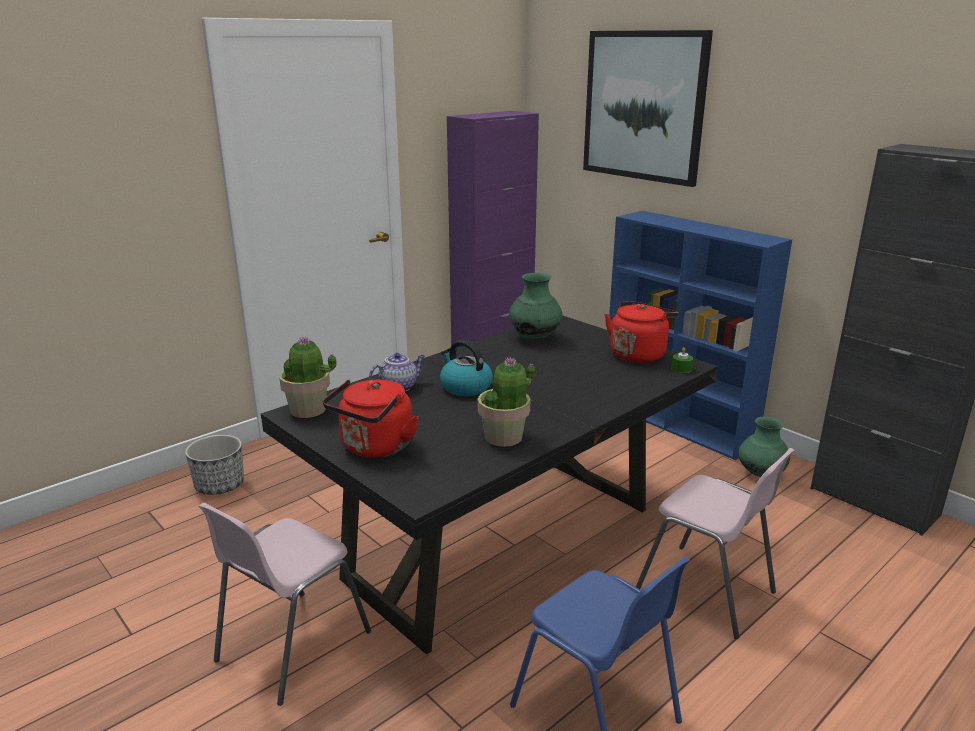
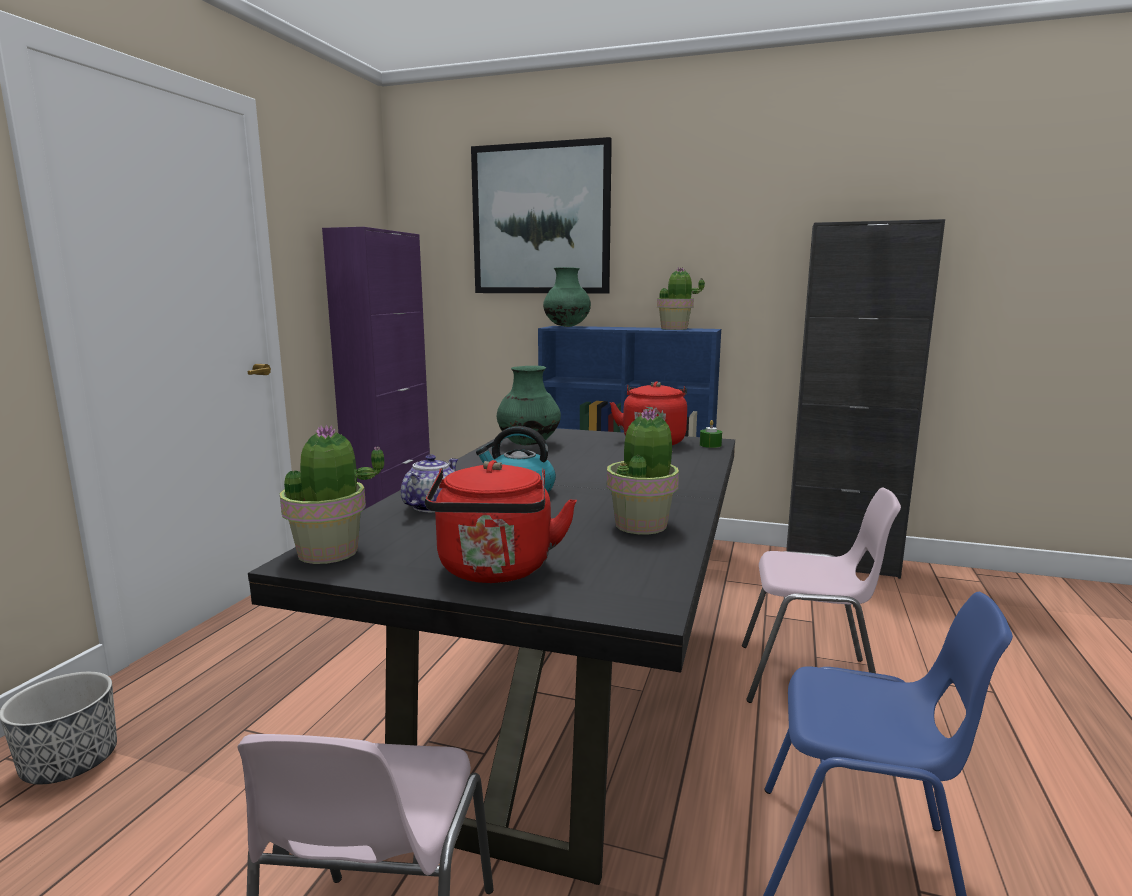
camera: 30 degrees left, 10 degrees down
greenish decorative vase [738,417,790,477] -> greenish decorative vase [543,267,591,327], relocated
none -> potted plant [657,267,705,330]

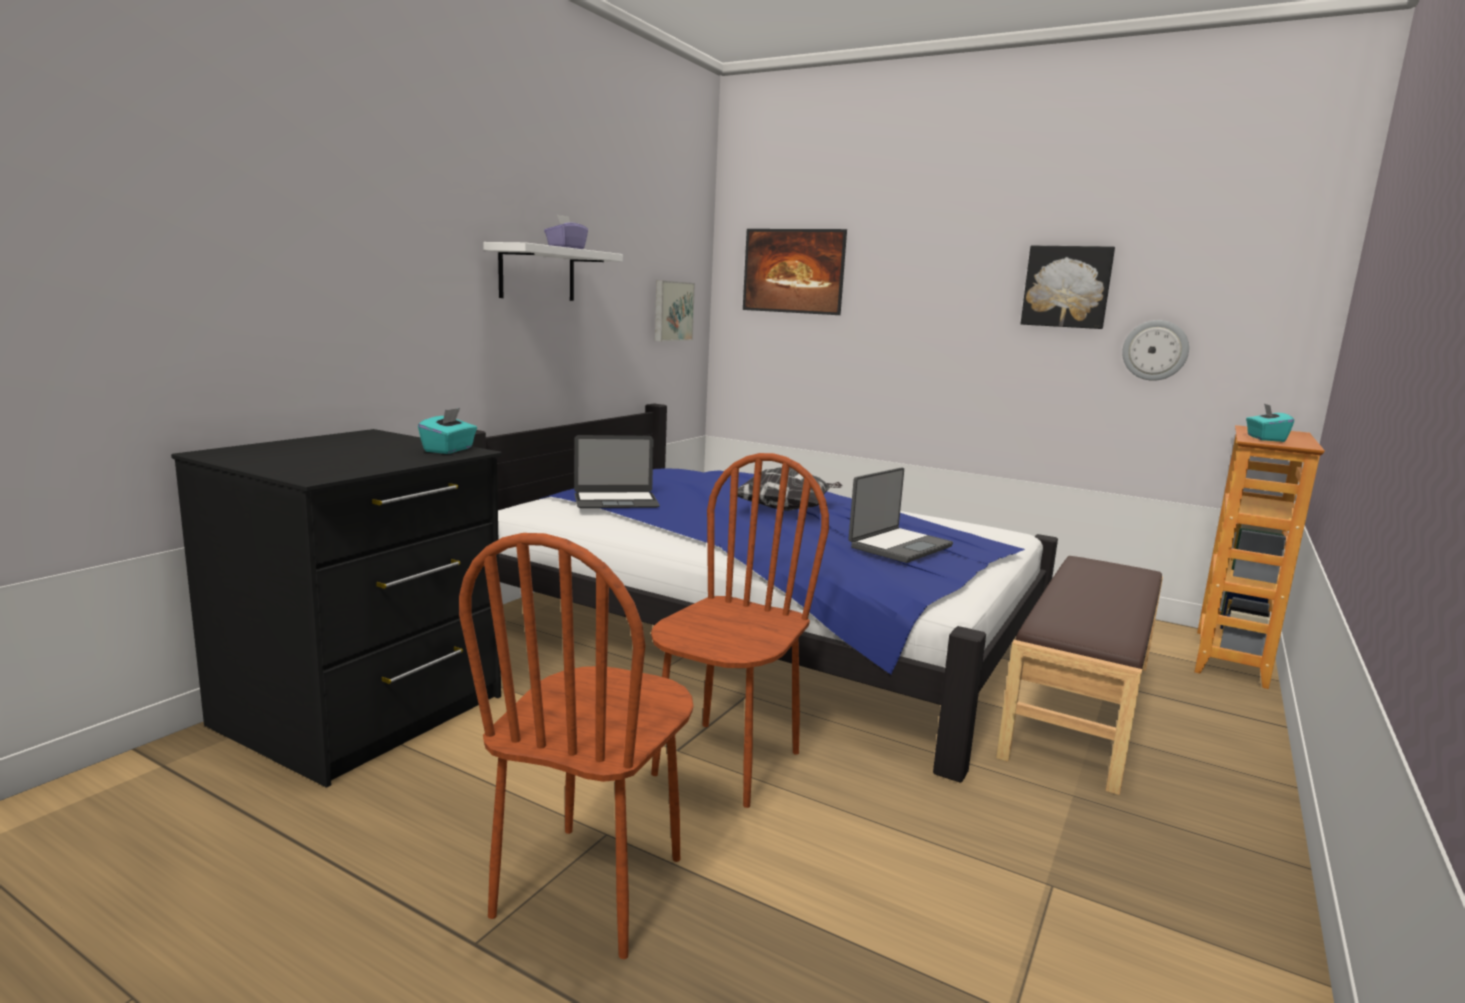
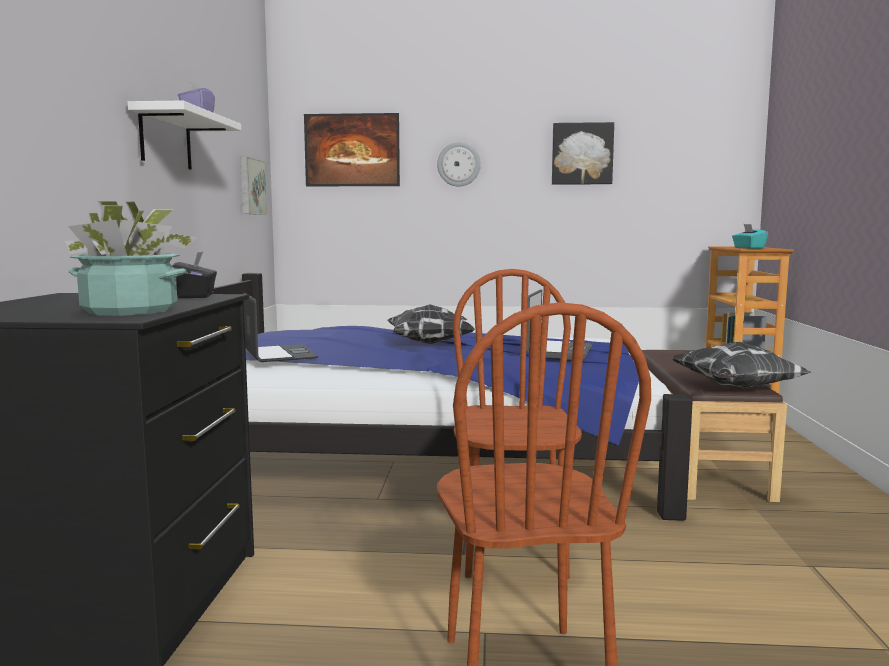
camera: 25 degrees left, 5 degrees down
turquoise box of tissues [418,408,477,454] -> black box of tissues [172,252,217,298]
laptop [574,435,660,508] -> laptop [243,293,318,362], 75 degrees counterclockwise
hanging clock [1122,320,1189,381] -> hanging clock [437,142,481,187], relocated
none -> potted plant [65,201,197,316]
none -> throw pillow [672,342,812,389]

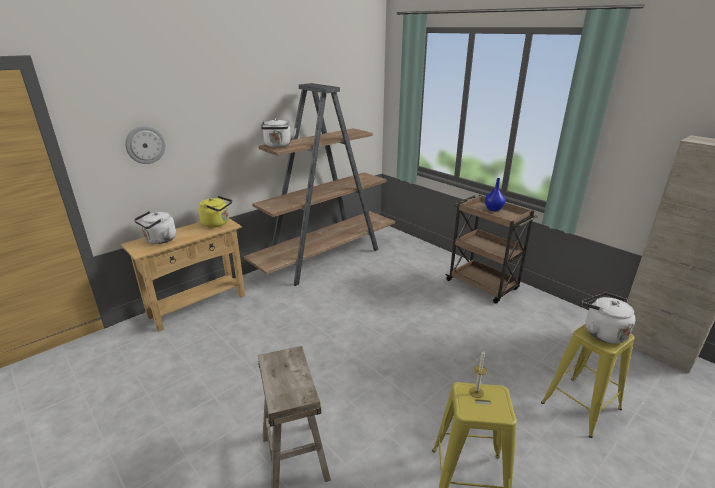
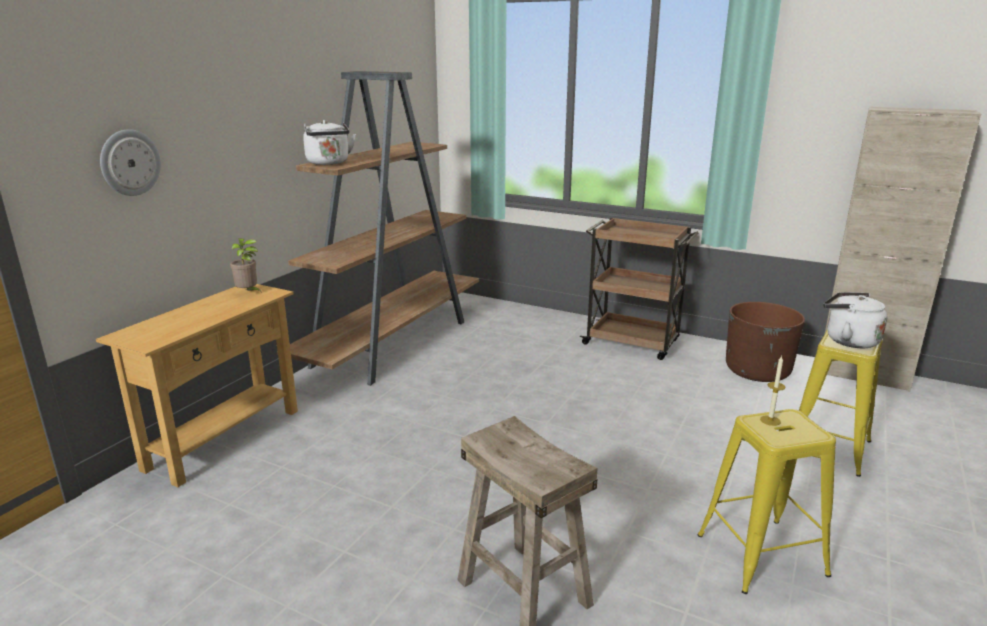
camera: 20 degrees left, 5 degrees down
white tea kettle [134,211,176,244] -> none
yellowish tea kettle [198,196,232,228] -> potted plant [230,239,262,293]
blue-coloured decorative vase [485,178,506,211] -> none
none -> brown-coloured planter [726,302,805,382]

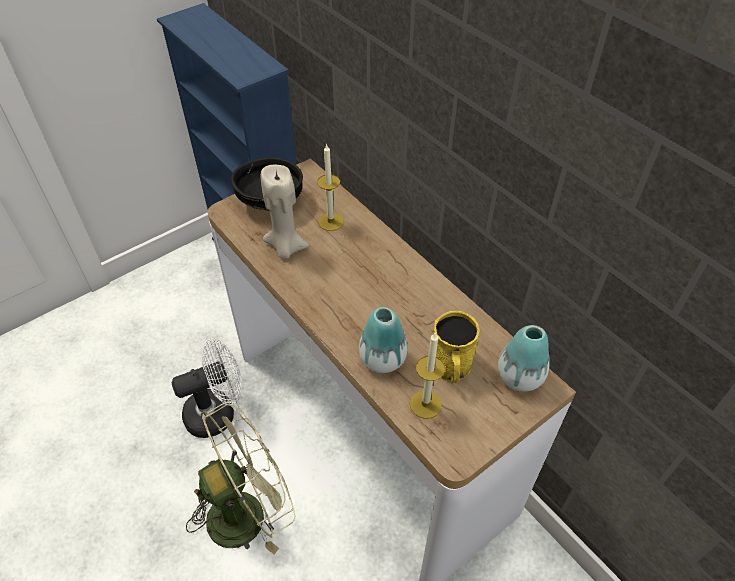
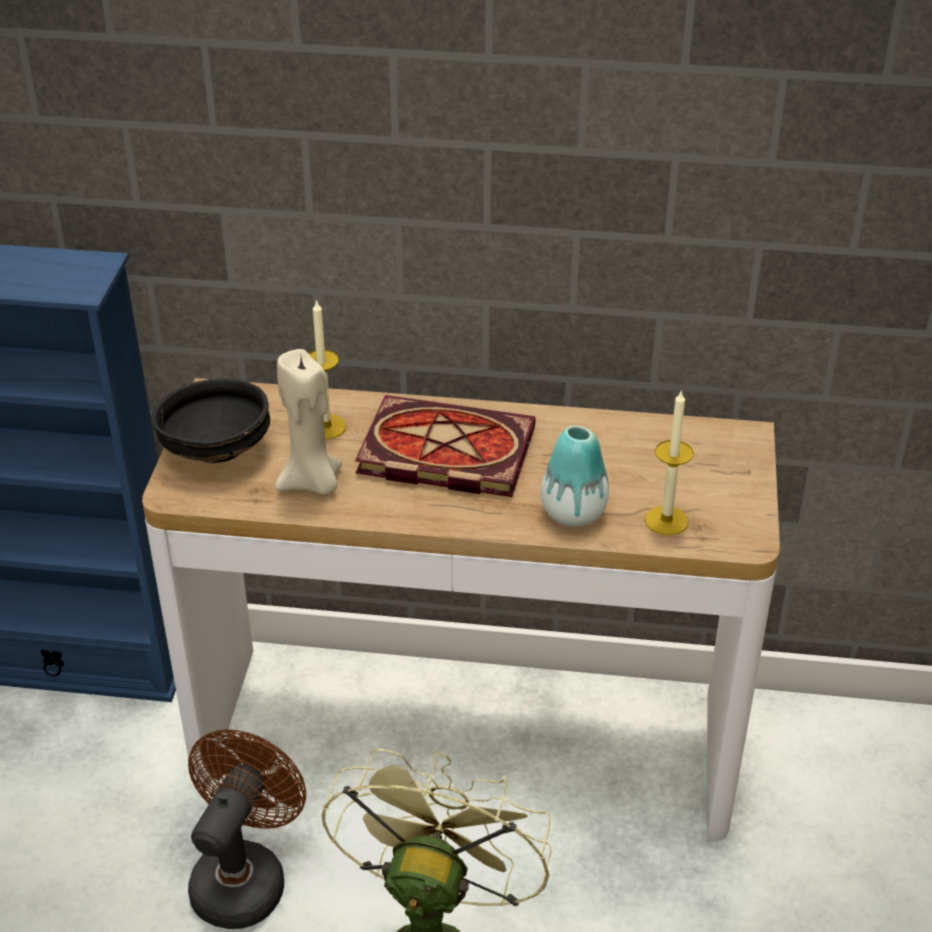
camera: 45 degrees left, 10 degrees down
white fan [171,338,242,438] -> brown-coloured fan [188,729,306,929]
yellowish mug [433,311,480,383] -> none
decorative vase [498,325,550,392] -> none
none -> volume [355,395,535,497]

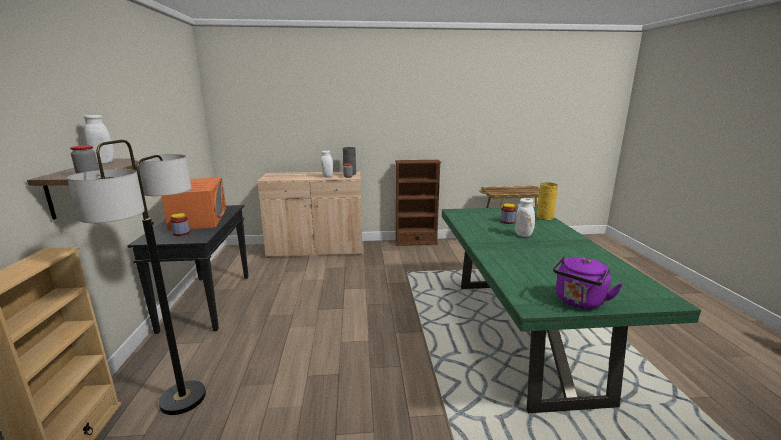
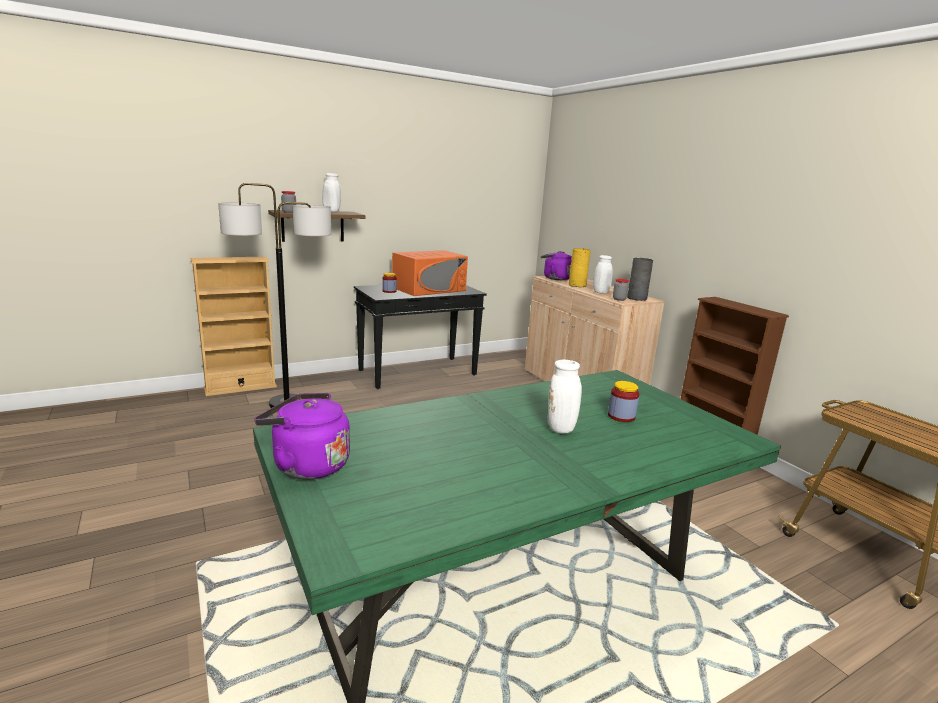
camera: 65 degrees right, 0 degrees up
yellowish decorative vase [536,183,558,221] -> yellowish decorative vase [569,248,590,287], relocated
none -> purplish tea kettle [541,251,572,280]

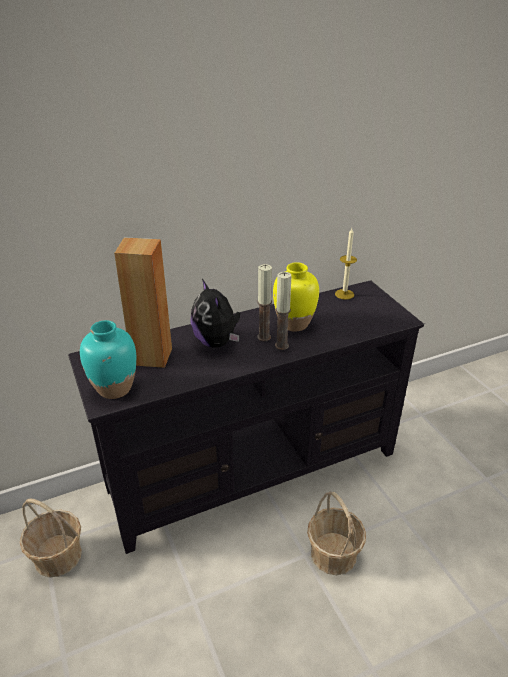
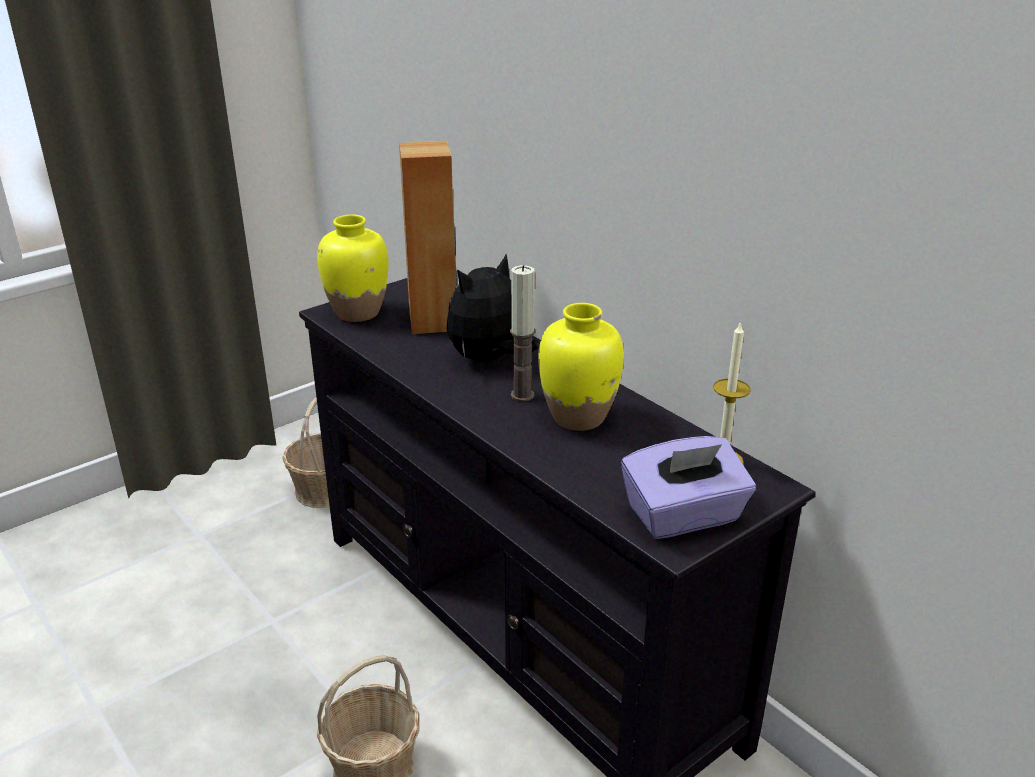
camera: 75 degrees right, 5 degrees down
turquoise decorative vase [80,320,136,399] -> yellowish decorative vase [317,215,389,322]
candle [275,272,291,350] -> none
none -> purplish box of tissues [621,436,756,539]

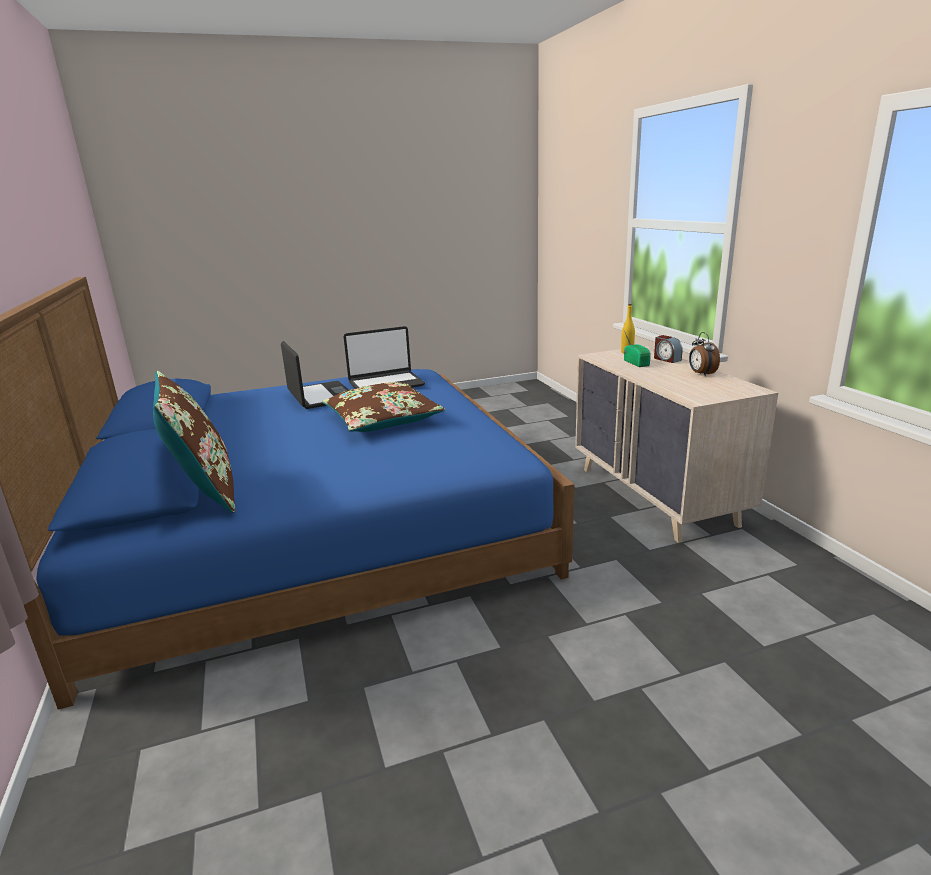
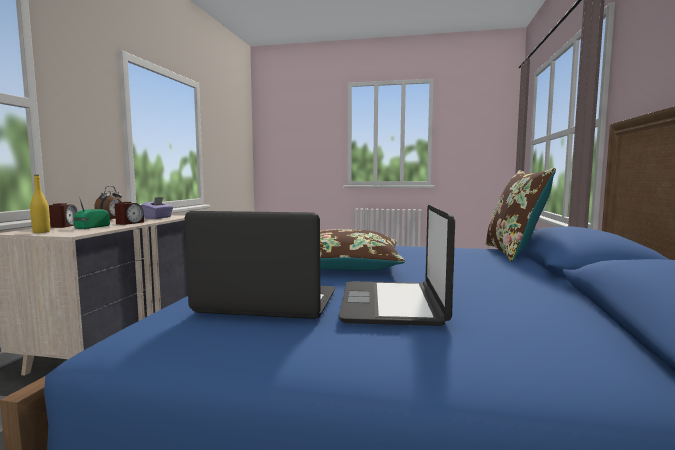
camera: 150 degrees left, 15 degrees down
none -> alarm clock [115,202,144,225]
none -> purplish box of tissues [141,197,173,219]

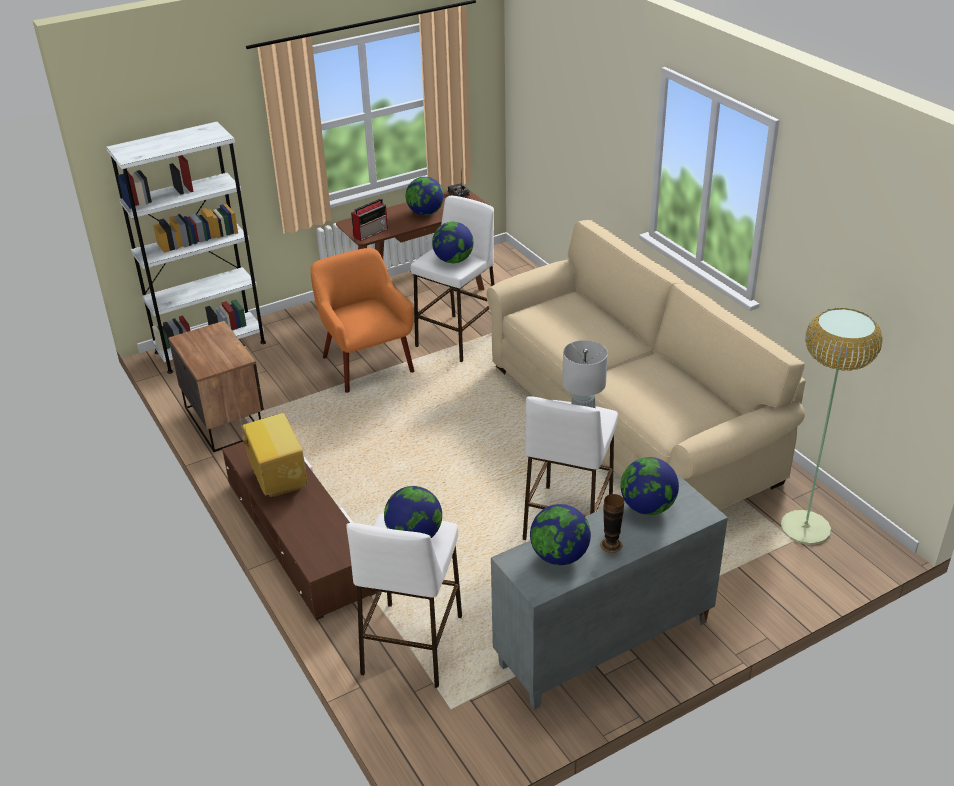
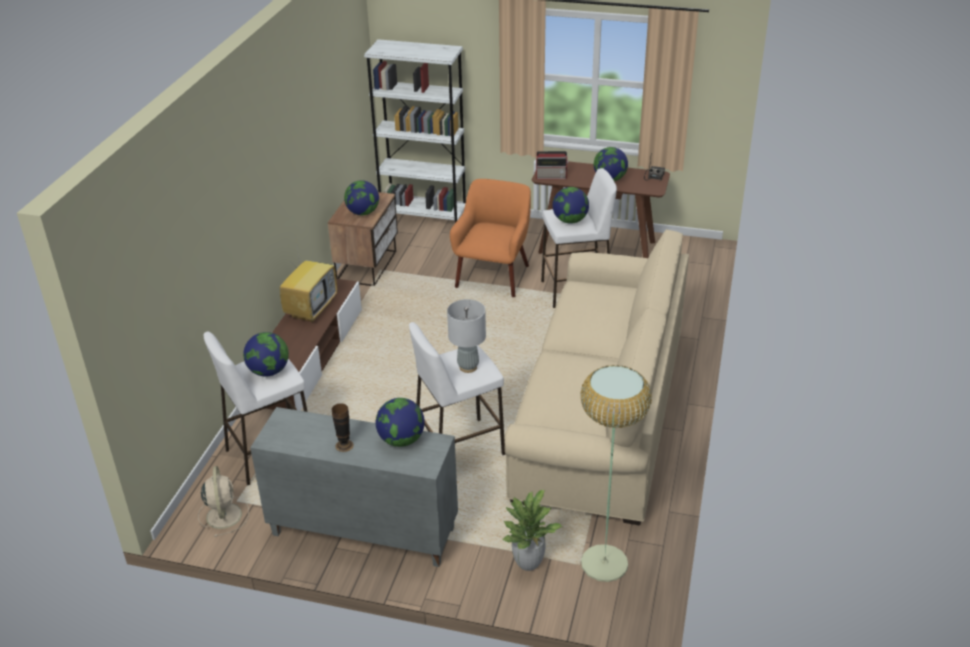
camera: 45 degrees right, 0 degrees up
desk globe [530,504,591,565] -> desk globe [344,180,379,215], relocated
none -> beige fan [198,466,249,537]
none -> potted plant [502,490,562,571]

